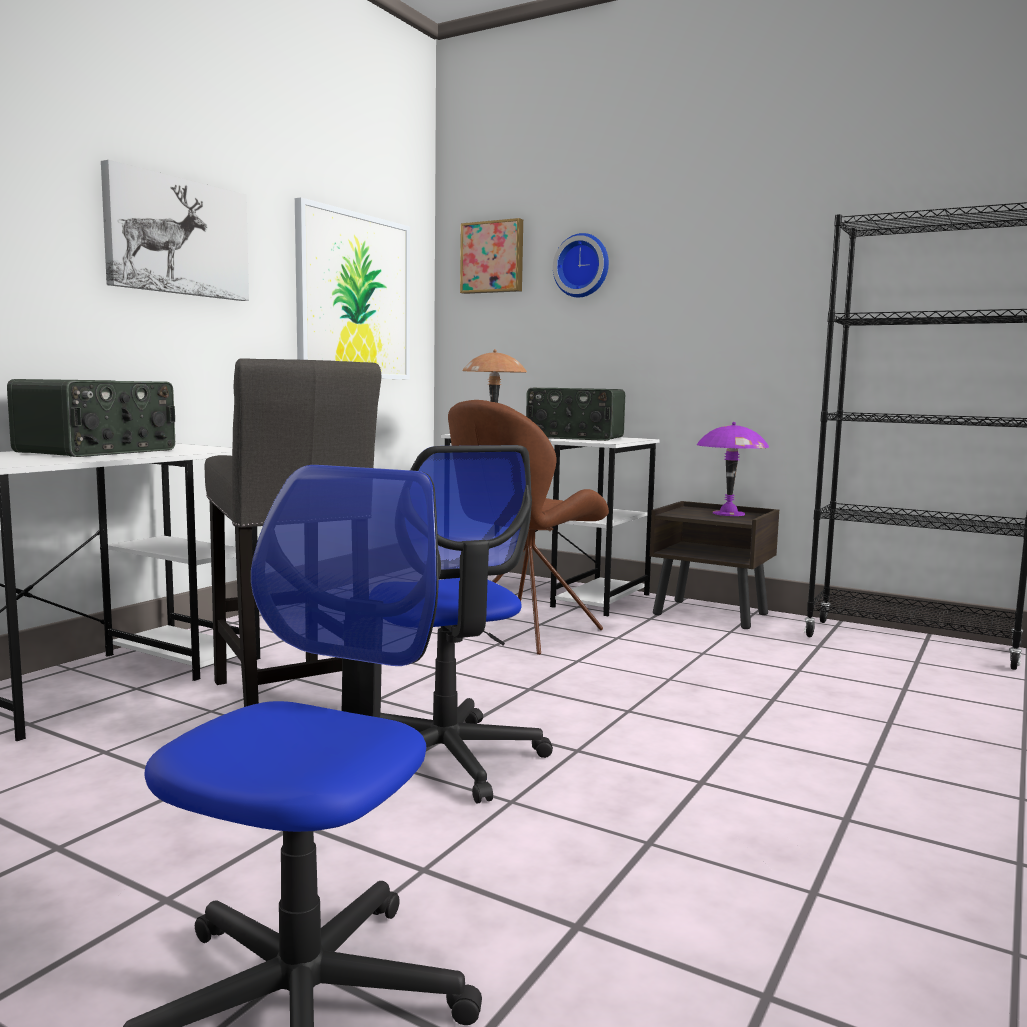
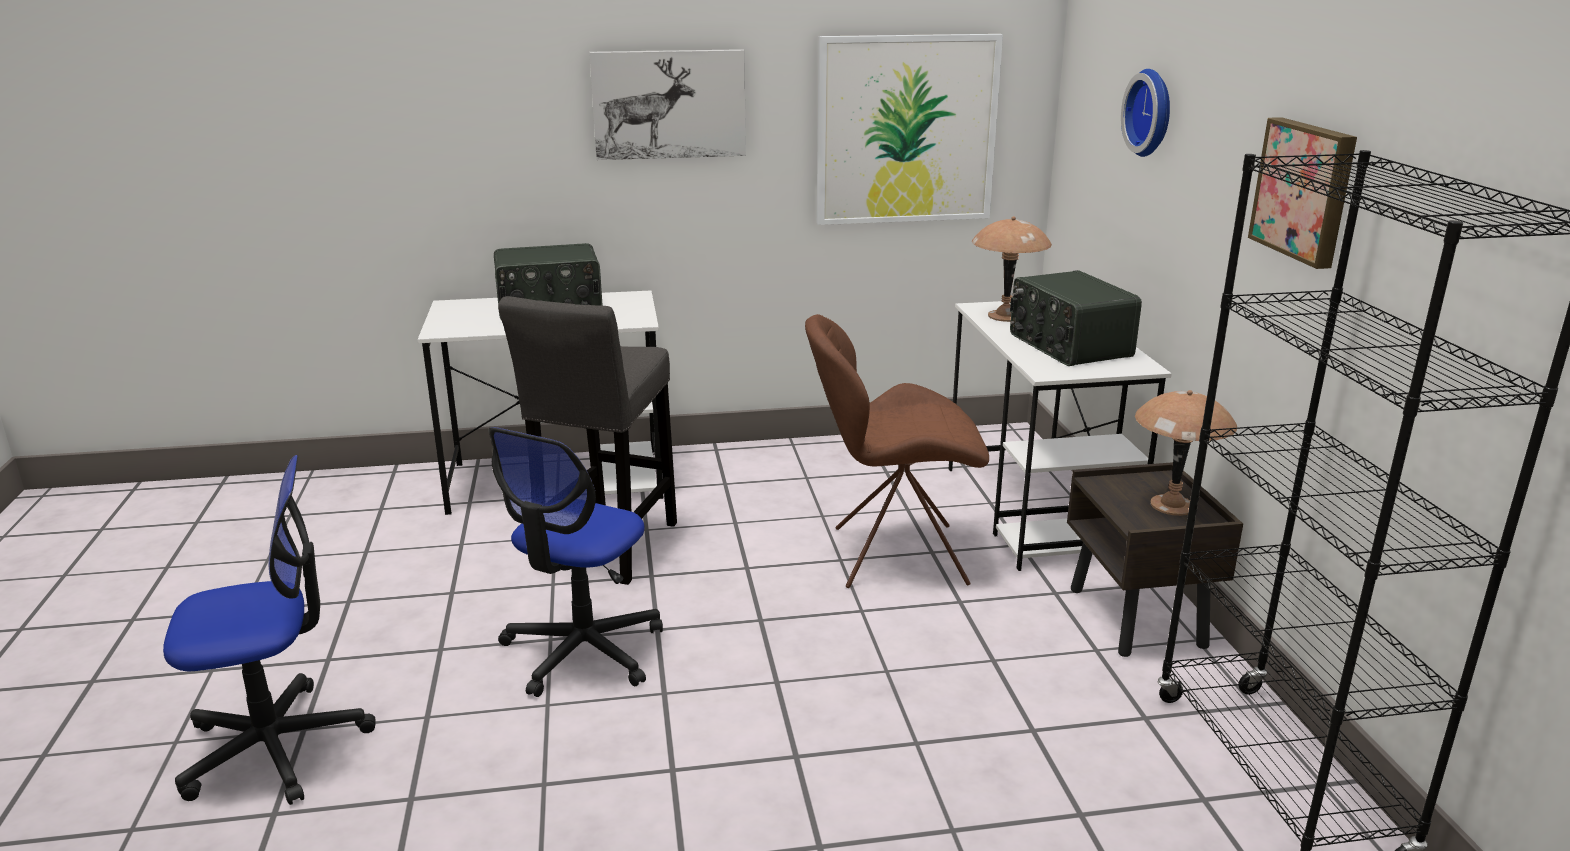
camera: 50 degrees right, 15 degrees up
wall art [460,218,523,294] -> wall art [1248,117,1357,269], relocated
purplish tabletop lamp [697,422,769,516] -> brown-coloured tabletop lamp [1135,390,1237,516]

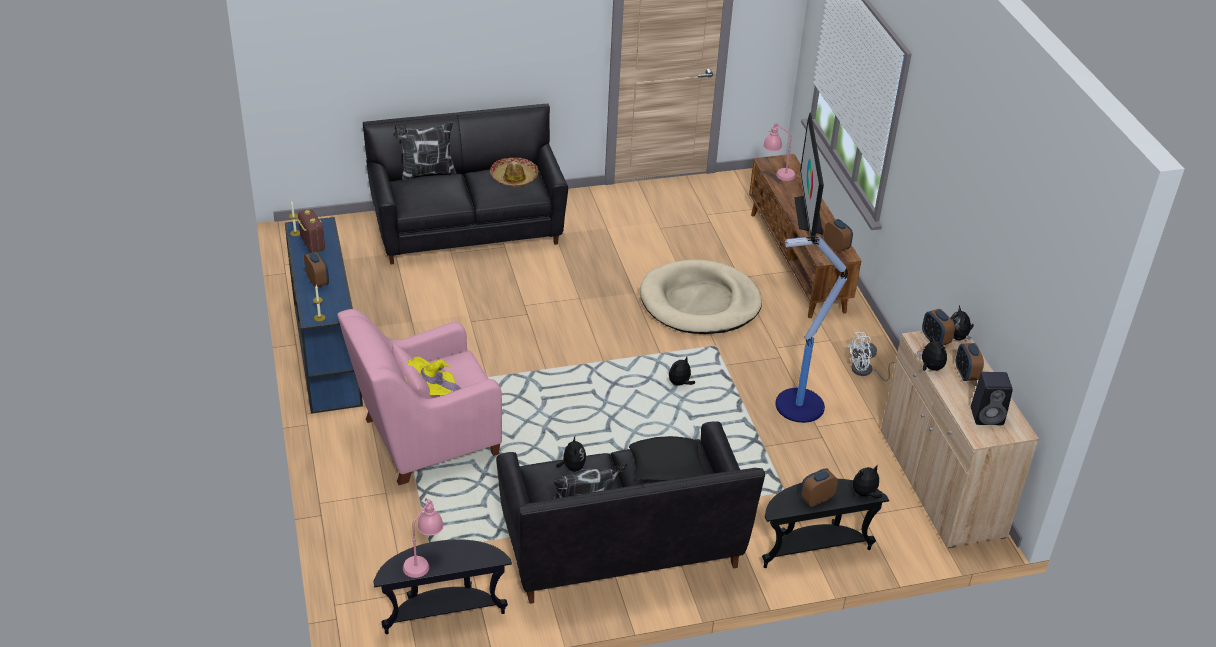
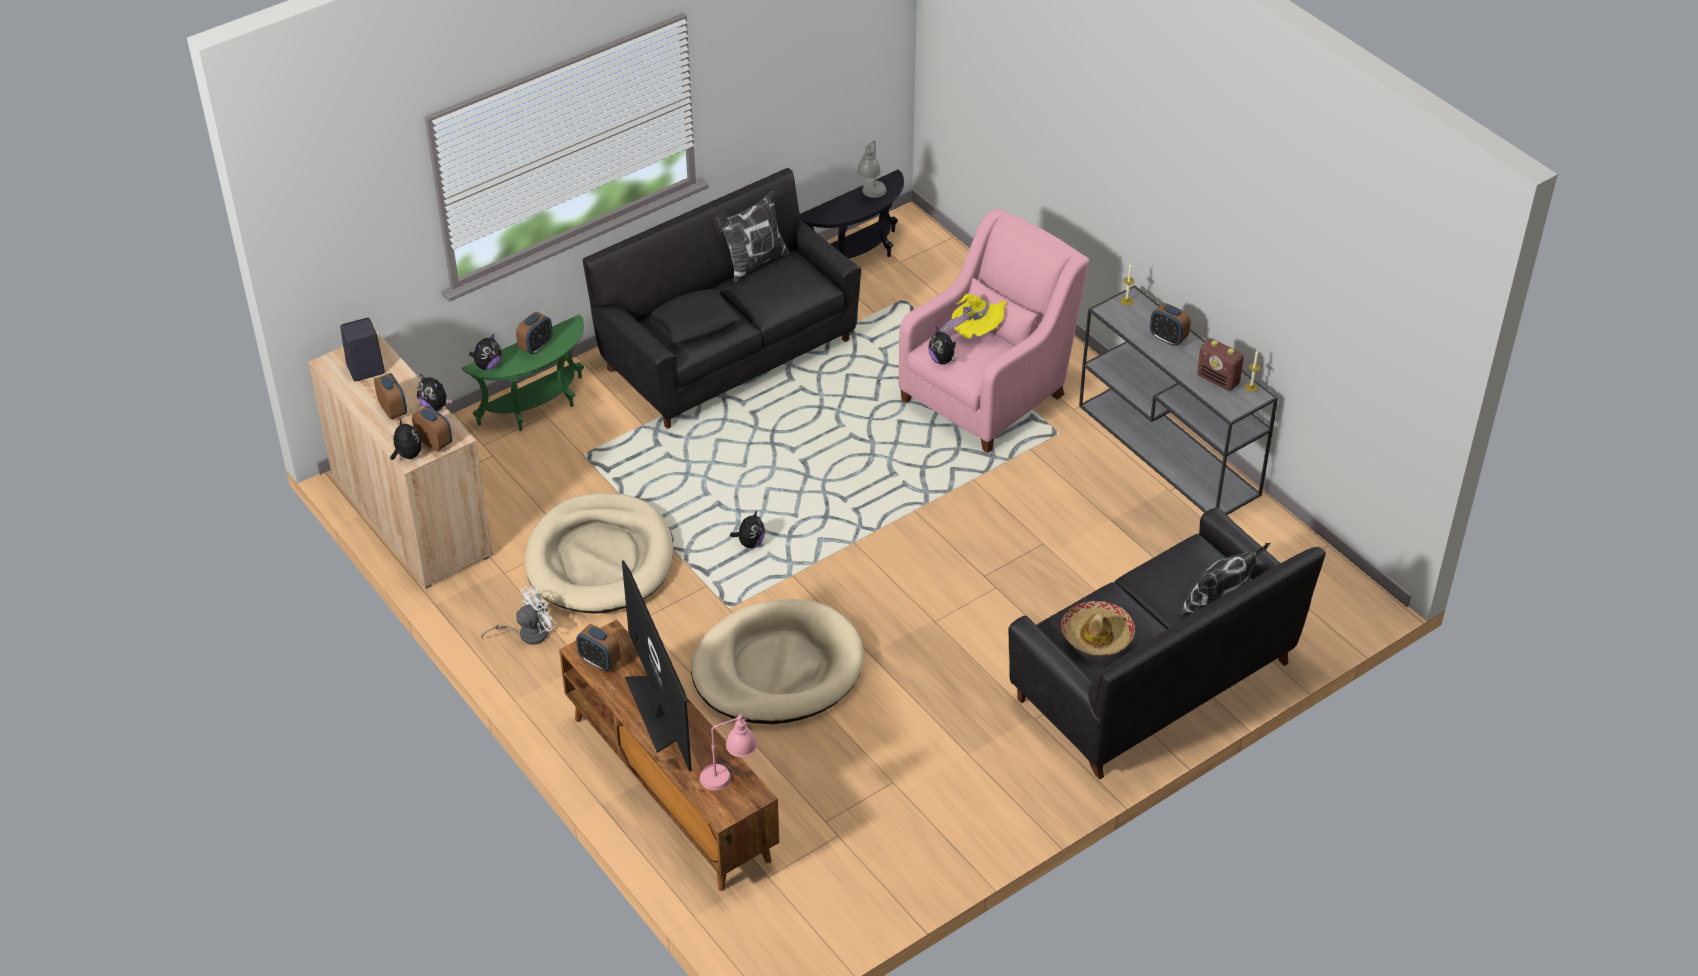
camera: 160 degrees right, 5 degrees up
blue-coloured hall table [285,217,363,413] -> grey hall table [1079,285,1278,515]
pinkish tabletop lamp [403,498,444,578] -> grey tabletop lamp [857,140,887,198]
plush toy [556,437,586,472] -> plush toy [929,327,958,365], relocated
black side table [762,479,889,568] -> greenish side table [462,315,584,431]
standing lamp [775,235,848,423] -> beige pet bed [525,493,673,614]

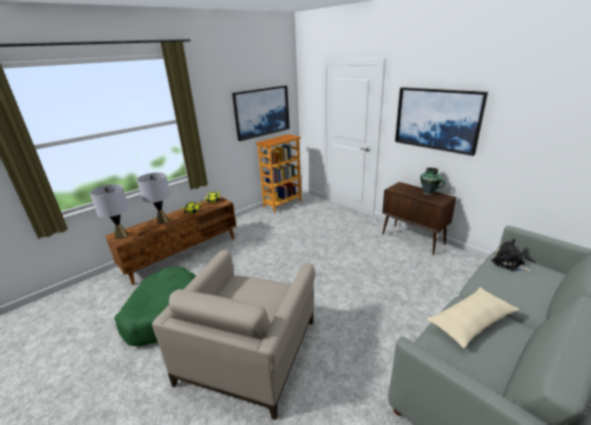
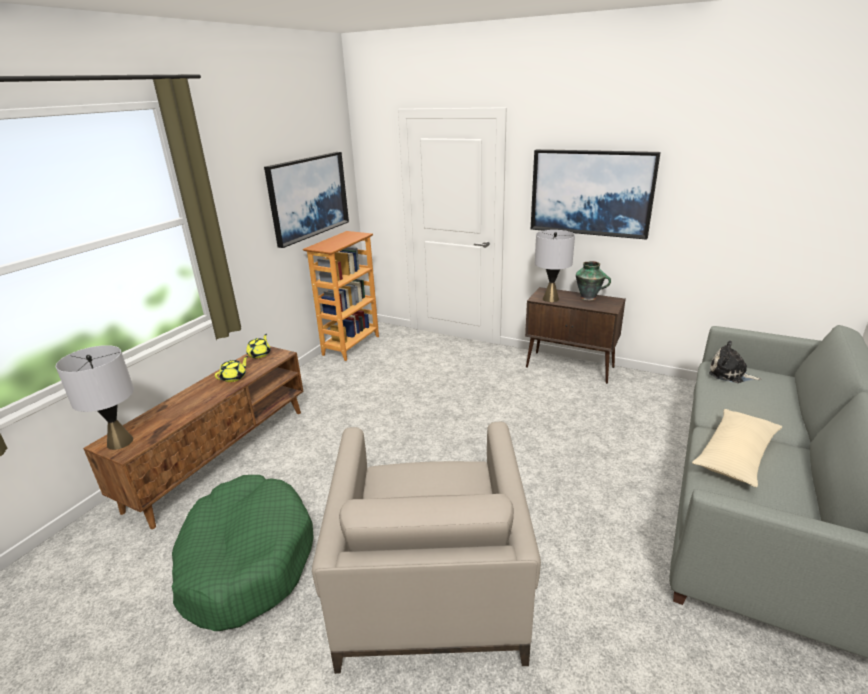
camera: 20 degrees left, 0 degrees up
grey tabletop lamp [137,172,171,224] -> grey tabletop lamp [535,230,575,302], relocated

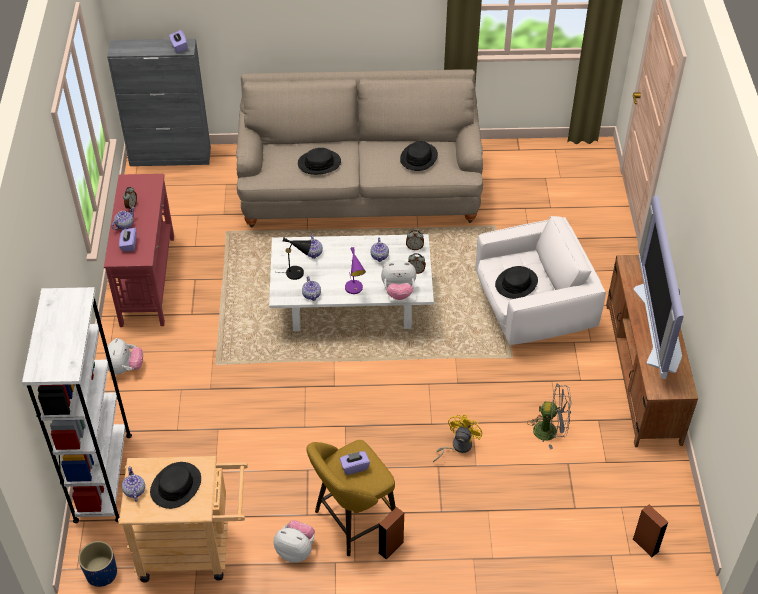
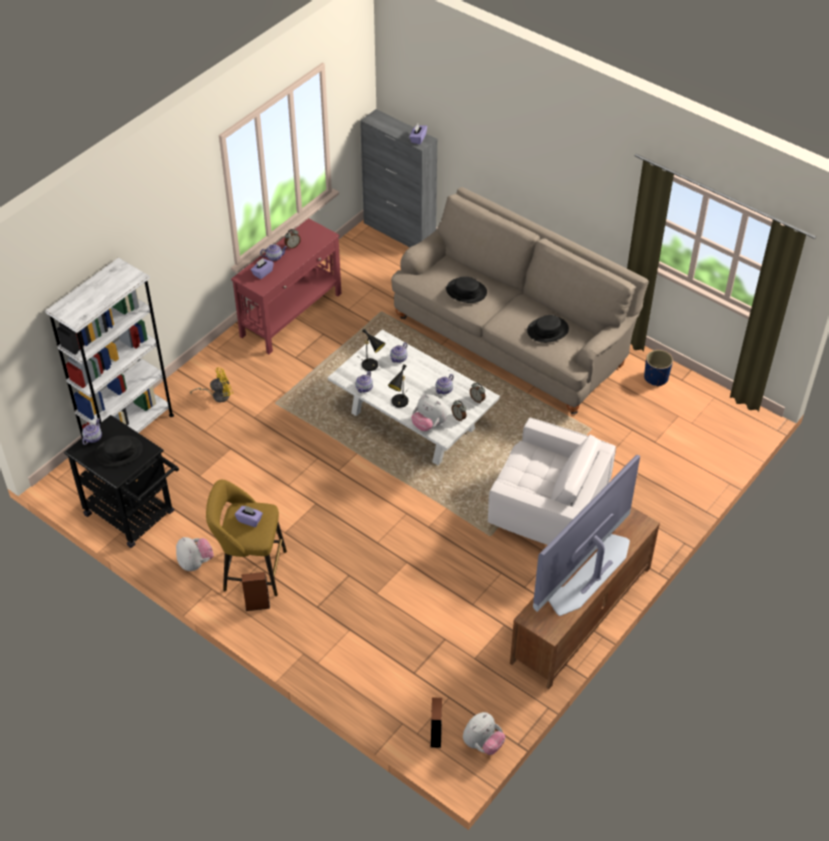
camera: 40 degrees right, 0 degrees up
blue-coloured planter [78,541,117,587] -> blue-coloured planter [644,350,673,386], relocated
plush toy [106,338,143,374] -> plush toy [463,712,505,755], relocated
beige trolley [118,456,248,583] -> black trolley [64,415,179,548]
purplish tabletop lamp [345,247,366,294] -> black tabletop lamp [388,364,409,408]
yellowish fan [433,414,482,462] -> yellowish fan [190,367,233,403], relocated
black hat [495,266,538,299] -> none
grey fan [527,384,571,449] -> none

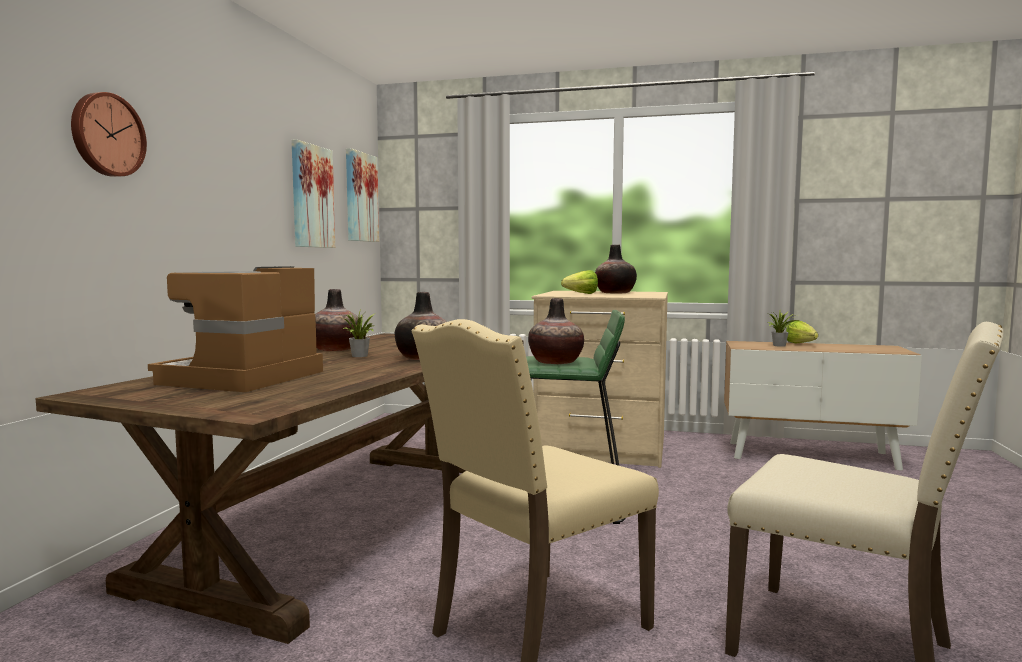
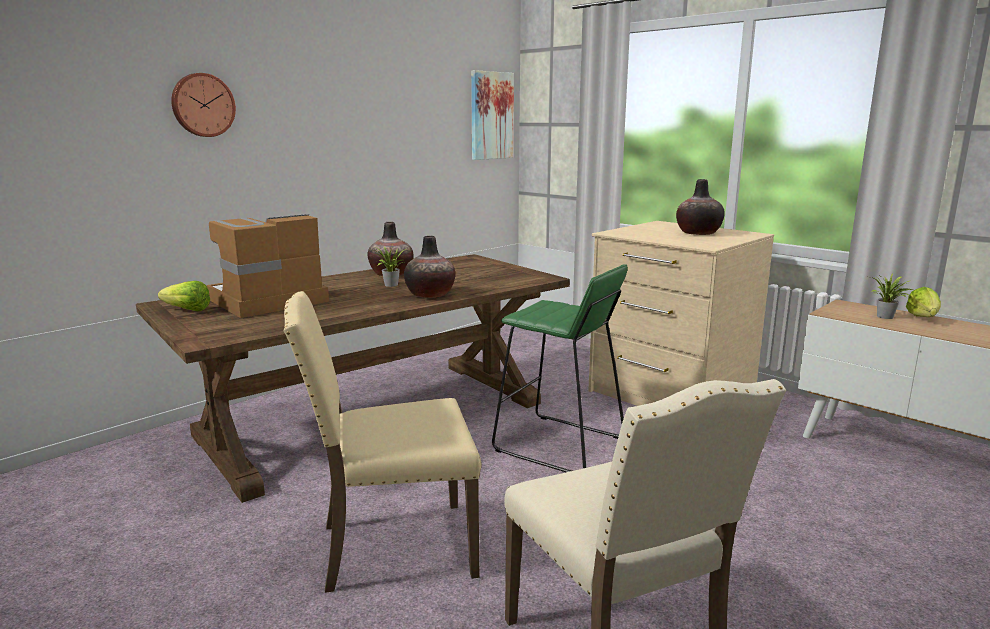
camera: 30 degrees right, 10 degrees up
wall art [291,139,335,248] -> none
decorative vase [528,298,584,364] -> none
lettuce [561,270,598,294] -> lettuce [158,281,210,311], relocated

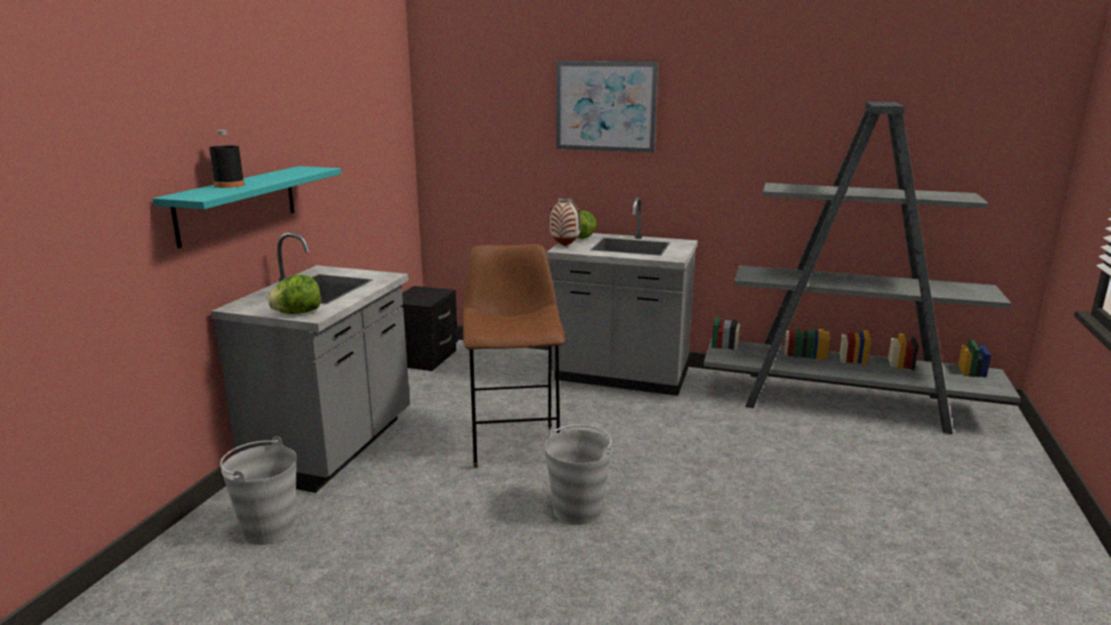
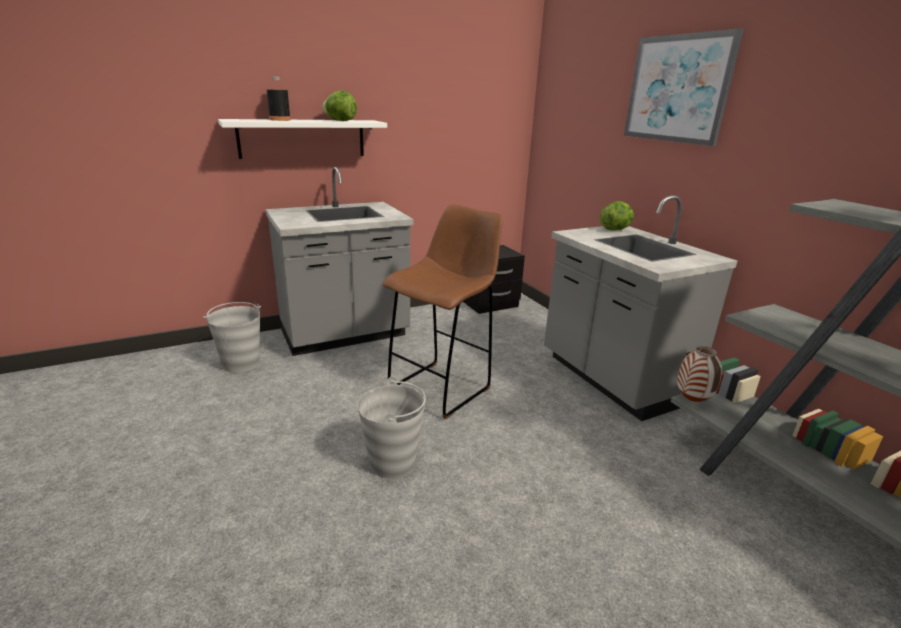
camera: 45 degrees right, 5 degrees up
turquoise bracket shelf [152,166,341,248] -> white bracket shelf [218,119,387,159]
lettuce [268,275,321,314] -> lettuce [322,90,357,121], relocated
decorative vase [550,198,581,246] -> decorative vase [677,346,722,402], relocated

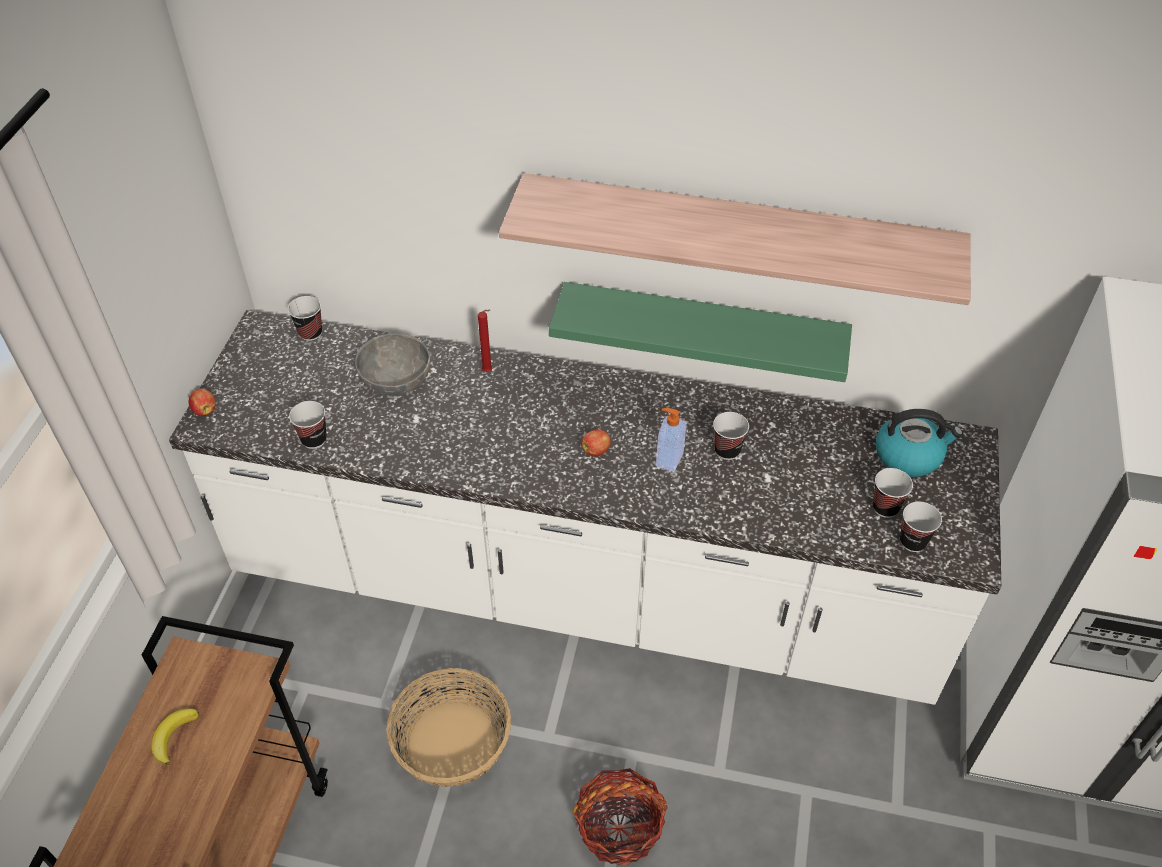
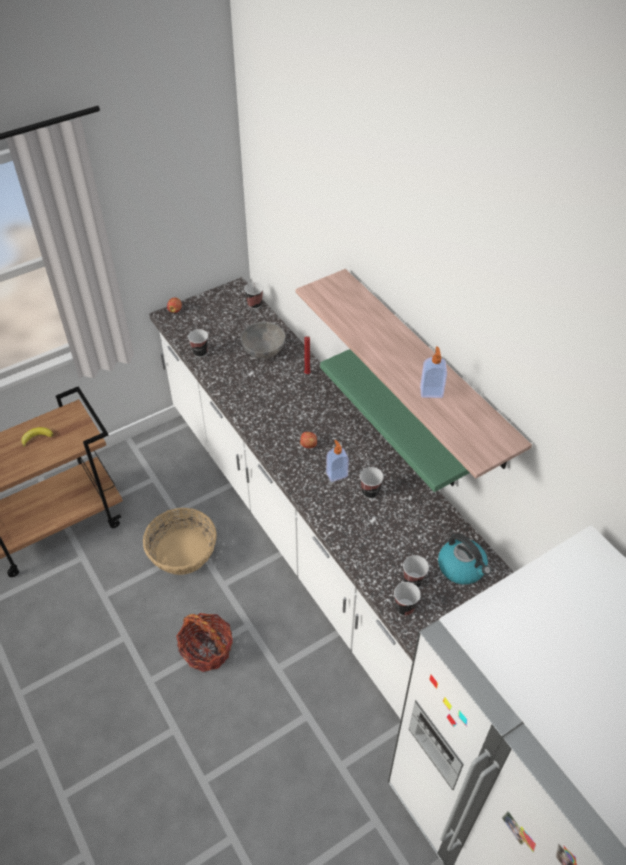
camera: 45 degrees right, 0 degrees up
none -> liquid soap bottle [420,346,447,398]

